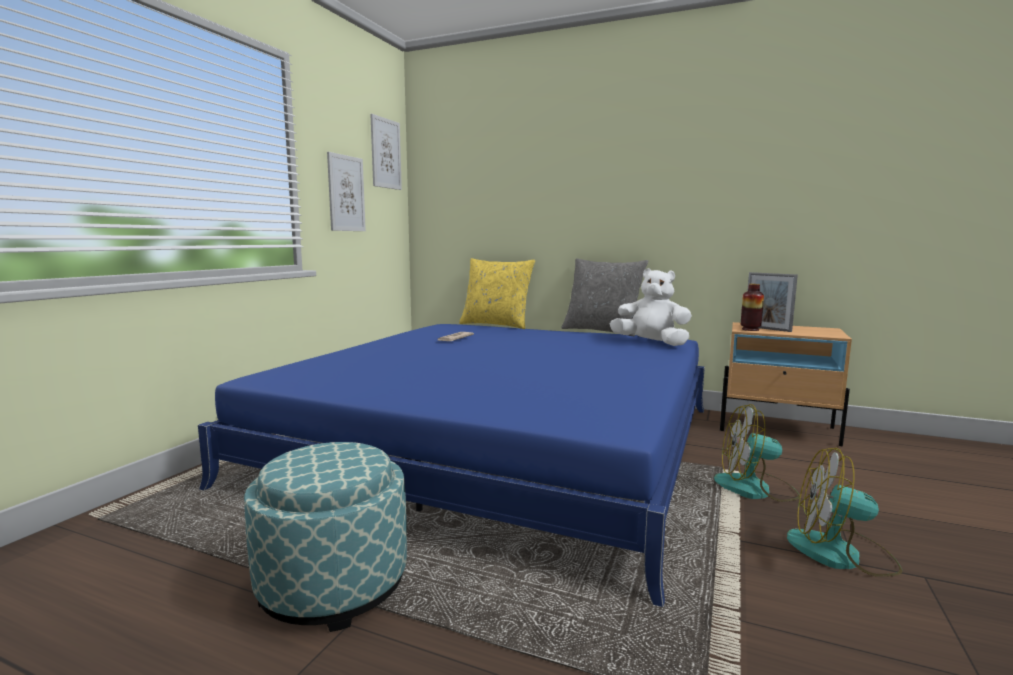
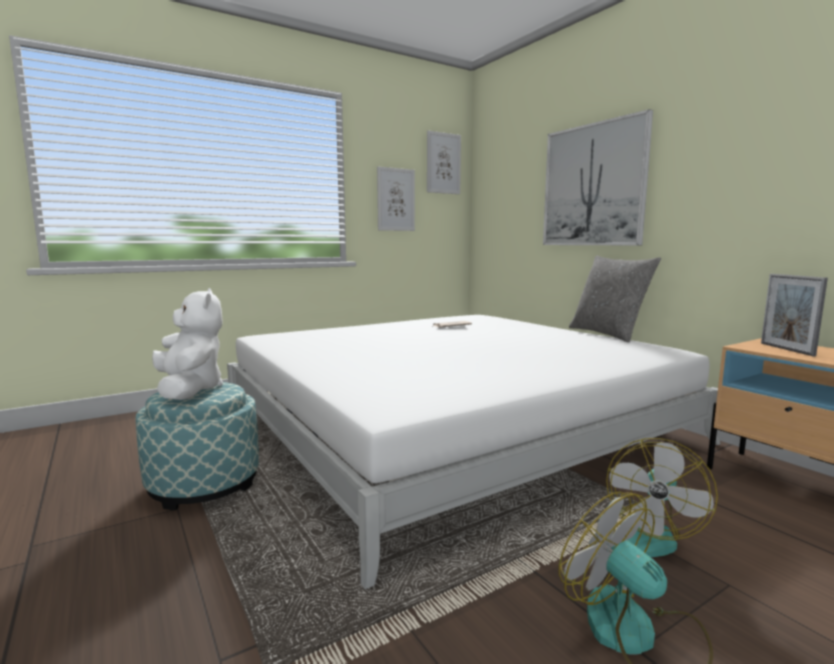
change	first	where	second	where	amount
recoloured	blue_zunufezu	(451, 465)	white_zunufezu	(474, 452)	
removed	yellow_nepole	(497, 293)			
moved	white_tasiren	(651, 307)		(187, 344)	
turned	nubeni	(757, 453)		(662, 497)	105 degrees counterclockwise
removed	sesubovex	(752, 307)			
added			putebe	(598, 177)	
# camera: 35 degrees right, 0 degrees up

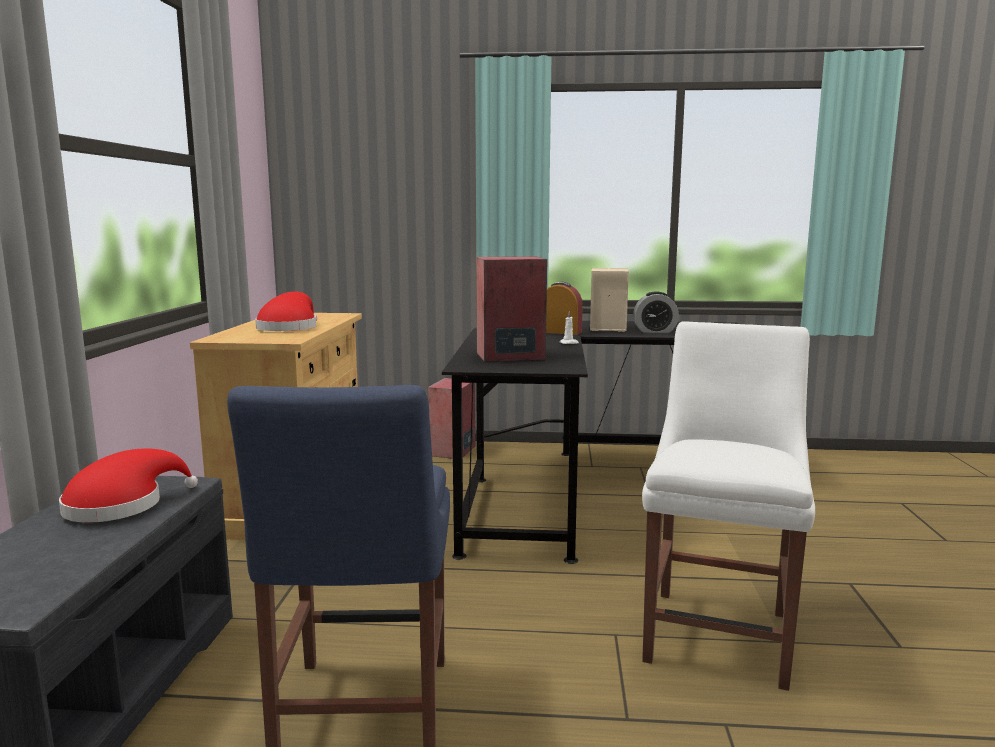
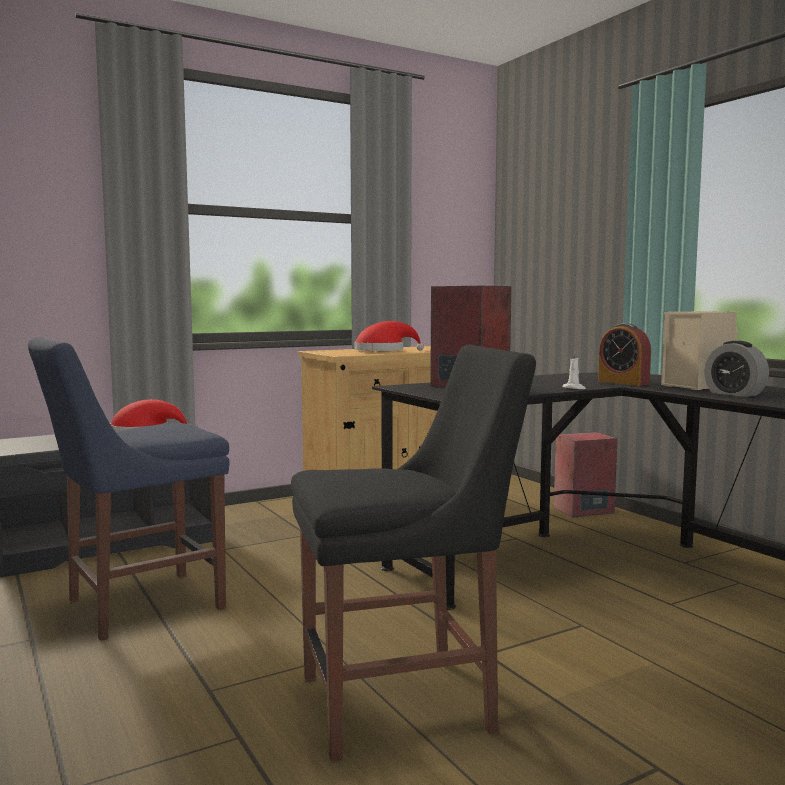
change	first	where	second	where	amount
turned	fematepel	(564, 308)		(624, 354)	150 degrees clockwise
recoloured	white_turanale	(728, 506)	black_turanale	(413, 553)	
# camera: 55 degrees right, 5 degrees down

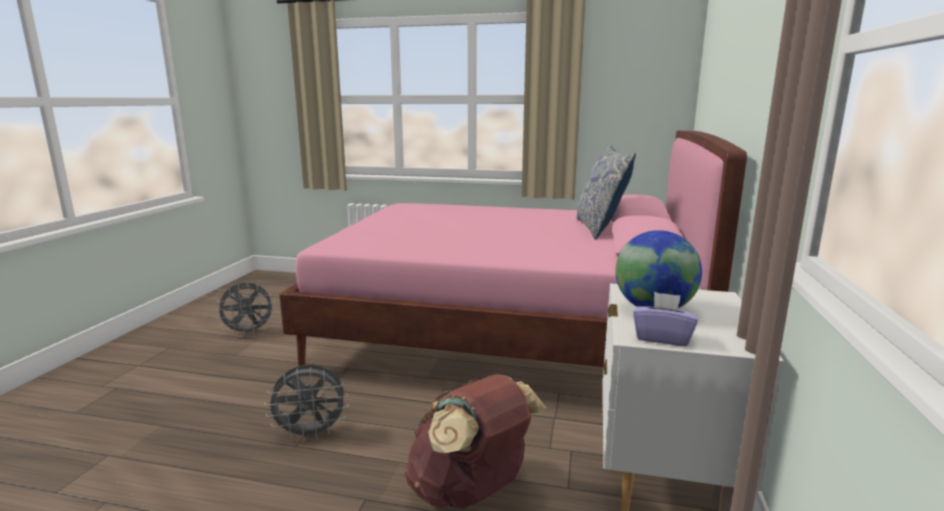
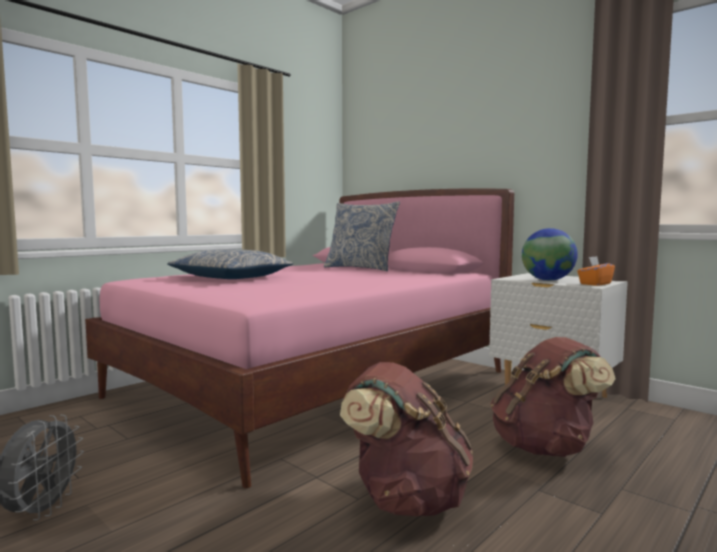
change	first	where	second	where	amount
replaced	grey_nubeni	(306, 403)	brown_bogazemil	(406, 439)	
recoloured	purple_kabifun	(665, 319)	orange_kabifun	(596, 271)	
added			nepole	(230, 264)	
# camera: 60 degrees left, 10 degrees down

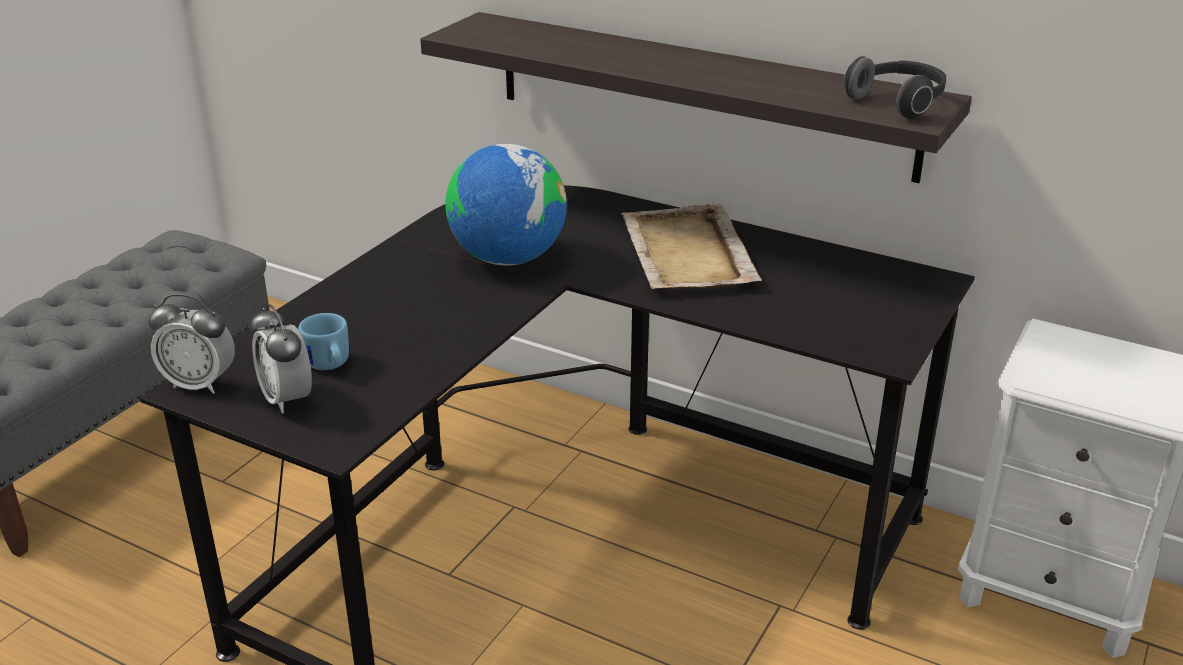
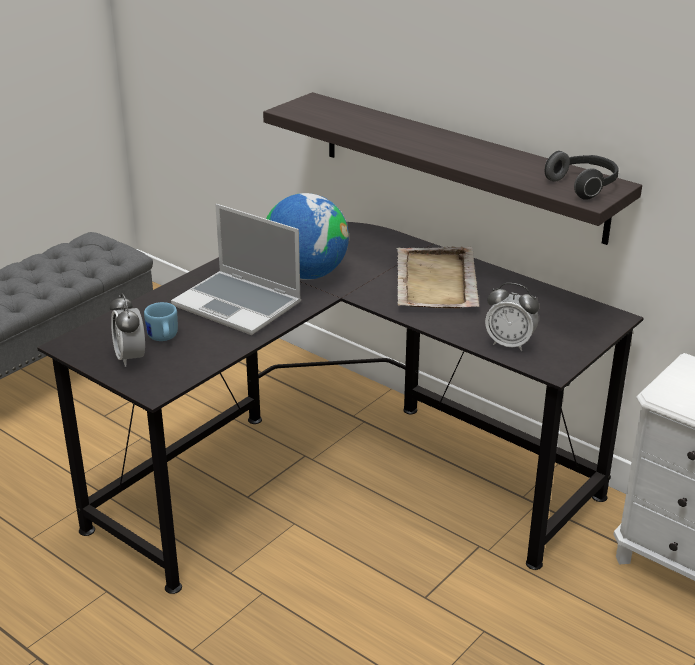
change	first	where	second	where	amount
moved	fematepel	(191, 344)		(512, 317)	
added			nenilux	(236, 269)	
# camera: 10 degrees right, 0 degrees up

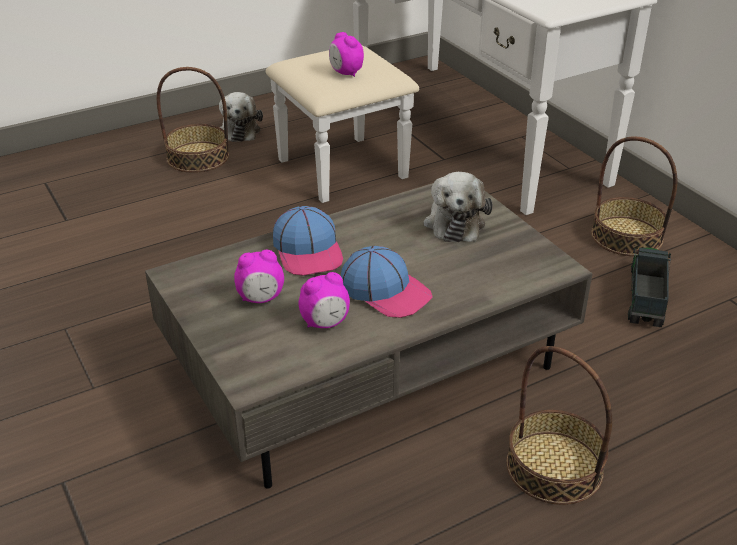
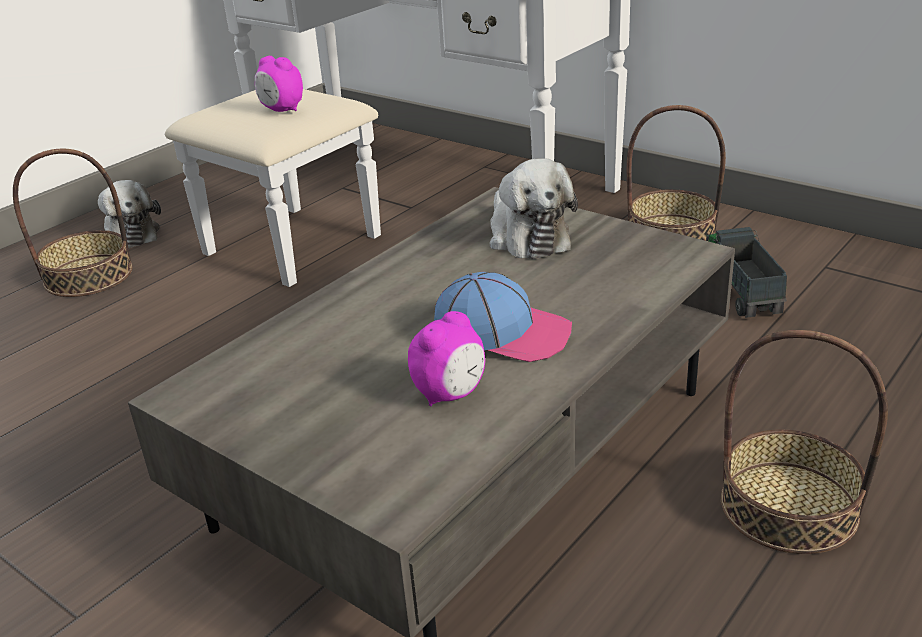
change	first	where	second	where	amount
removed	fematepel	(259, 276)			
removed	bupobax	(308, 241)			
# camera: 20 degrees left, 5 degrees down

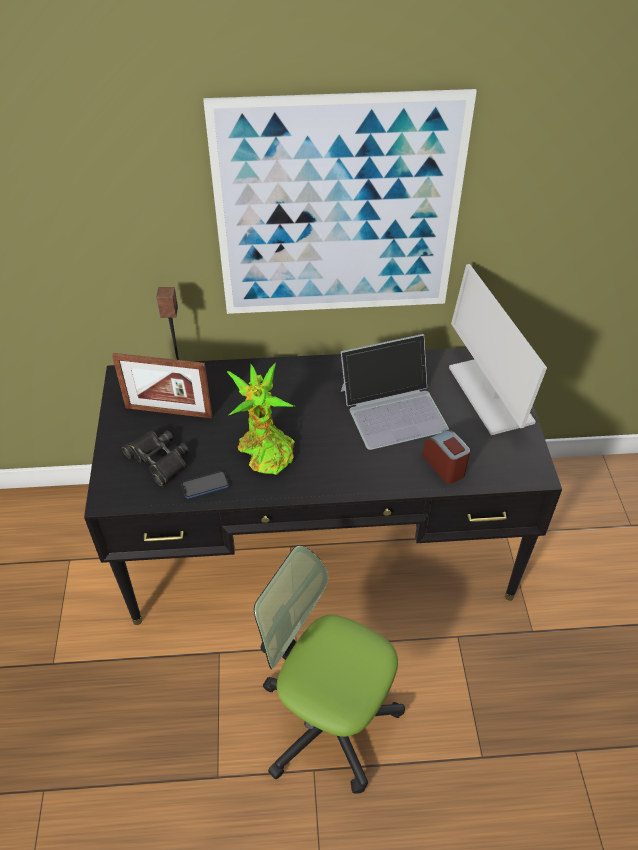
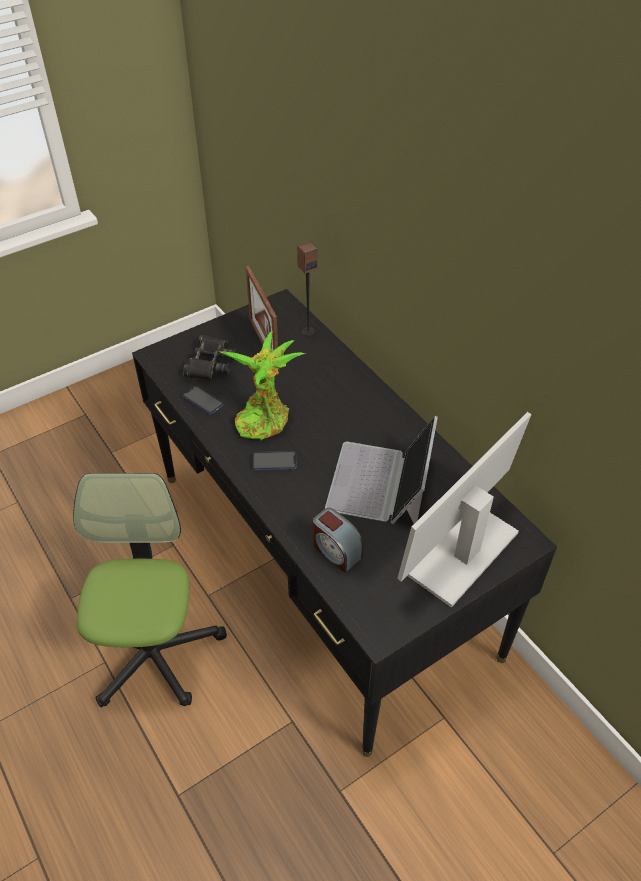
change	first	where	second	where	amount
removed	putebe	(340, 201)			
turned	nenilux	(395, 392)		(381, 470)	60 degrees clockwise
turned	fematepel	(446, 457)		(338, 540)	105 degrees clockwise
added			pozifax	(274, 460)	
# camera: 60 degrees right, 0 degrees up

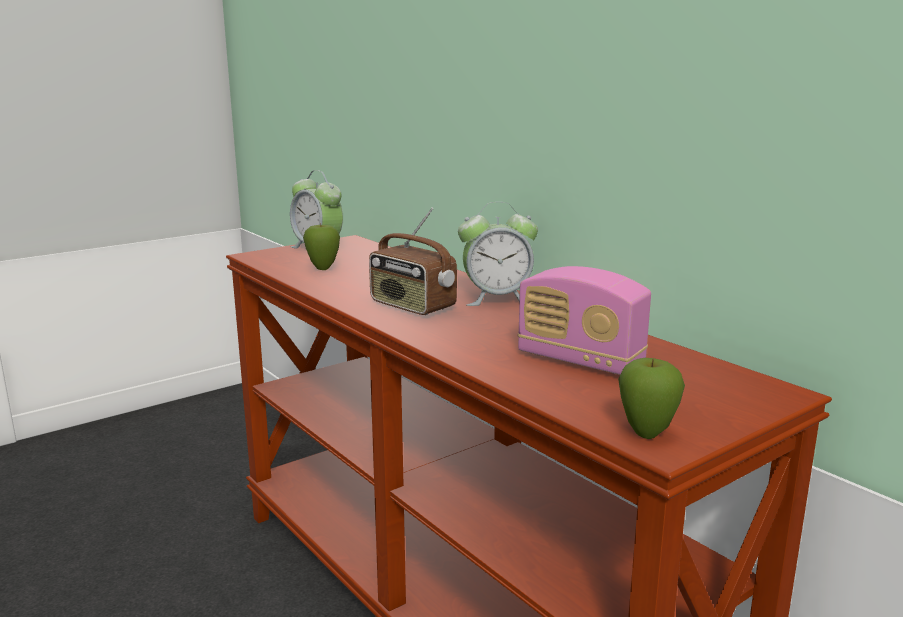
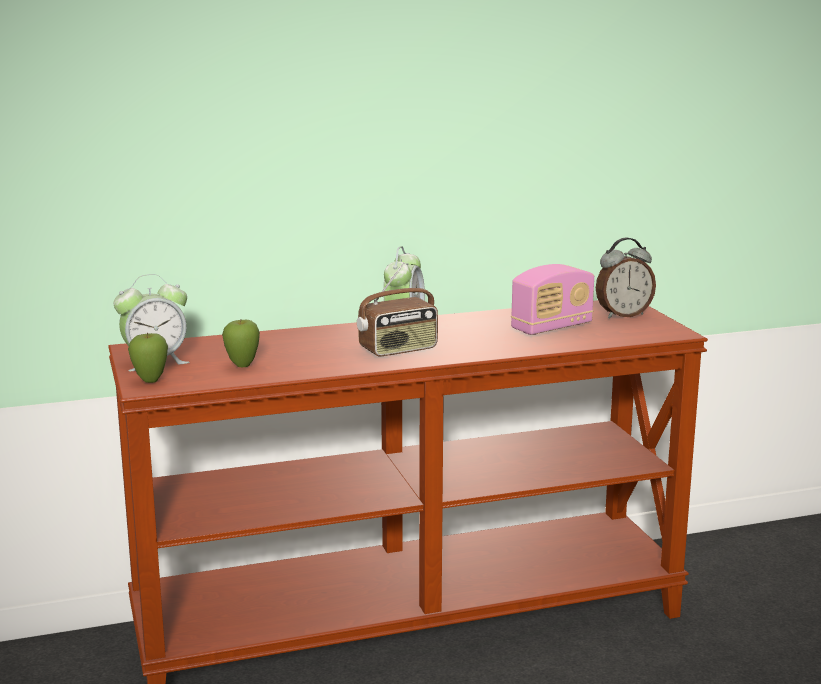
change	first	where	second	where	amount
moved	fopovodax	(651, 398)		(148, 357)	
added			fematepel	(626, 278)	
# camera: 70 degrees left, 0 degrees up

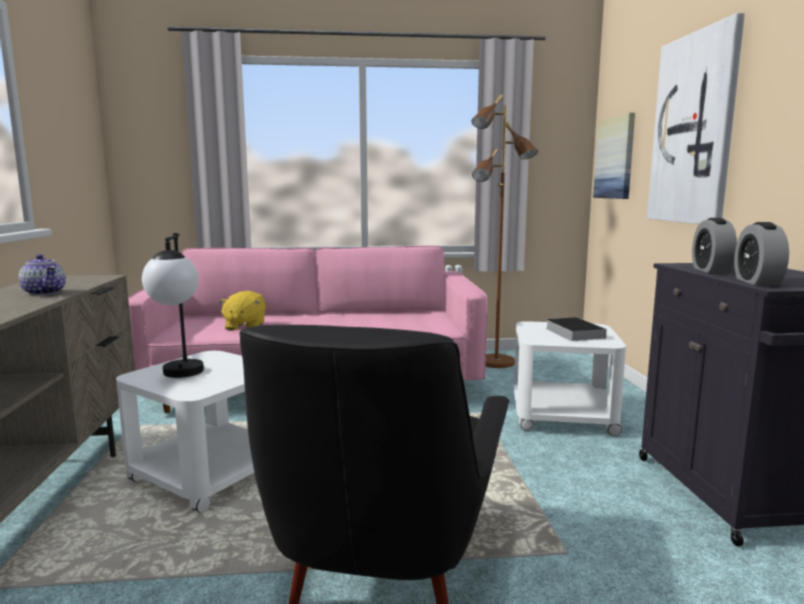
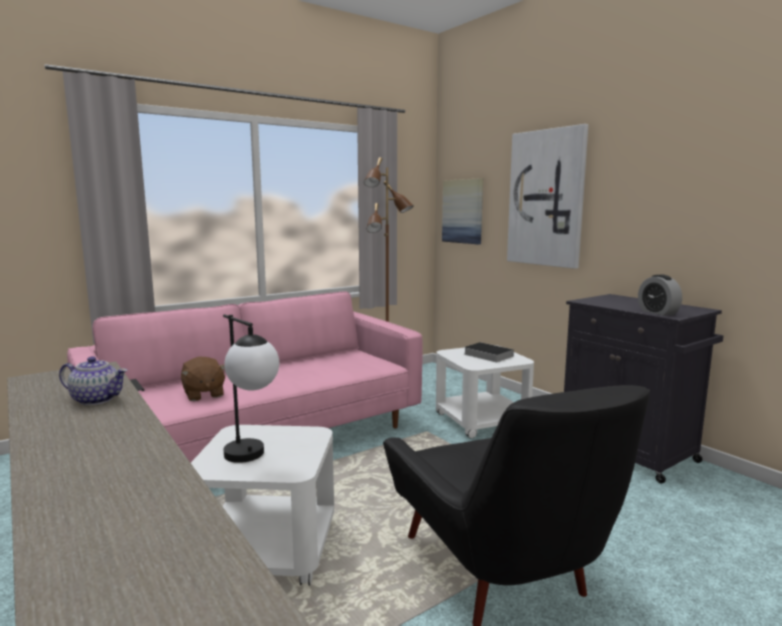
change	first	where	second	where	amount
recoloured	yellow_tasiren	(242, 311)	brown_tasiren	(203, 379)	
removed	fematepel	(714, 245)			
# camera: 30 degrees left, 0 degrees up

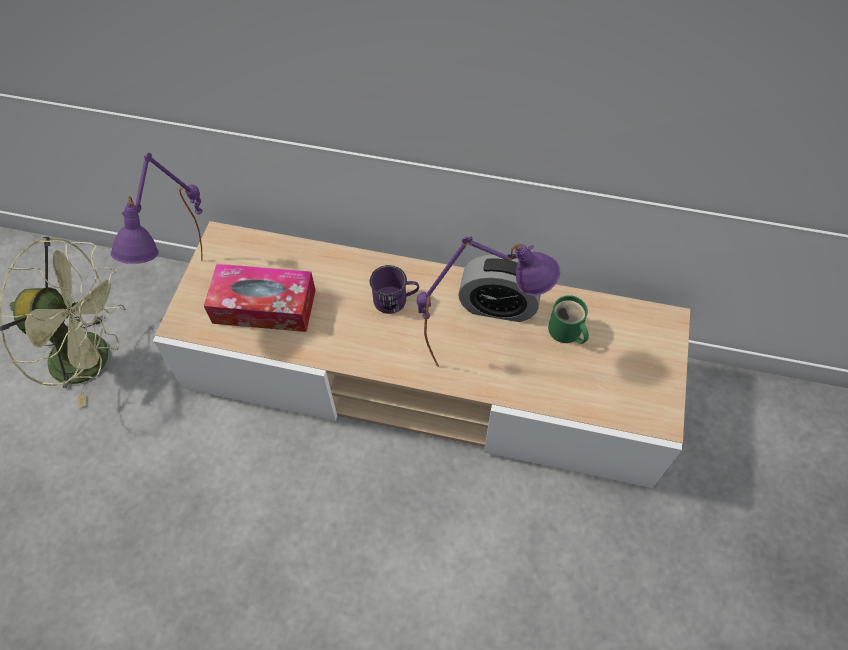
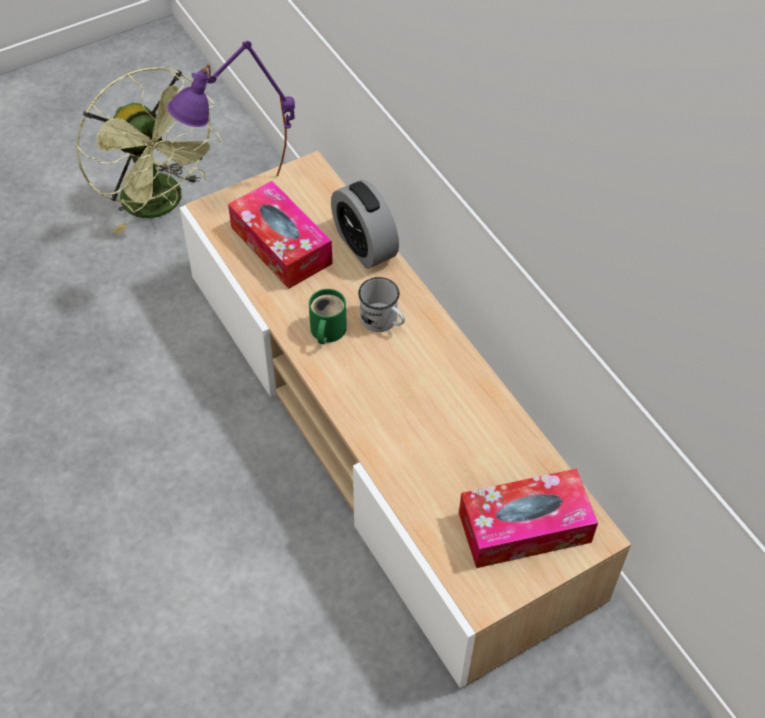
change	first	where	second	where	amount
recoloured	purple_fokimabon	(394, 289)	white_fokimabon	(381, 304)	
removed	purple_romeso	(488, 301)			
moved	fematepel	(499, 288)		(365, 224)	
moved	green_fokimabon	(568, 319)		(328, 316)	
added			kabifun	(528, 518)	
# camera: 45 degrees right, 5 degrees down

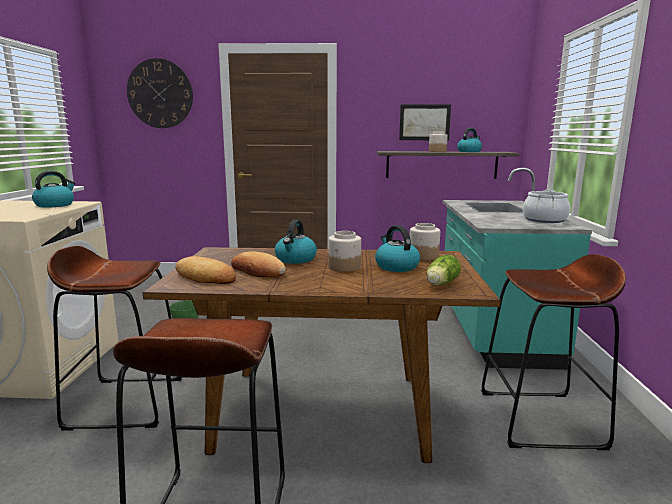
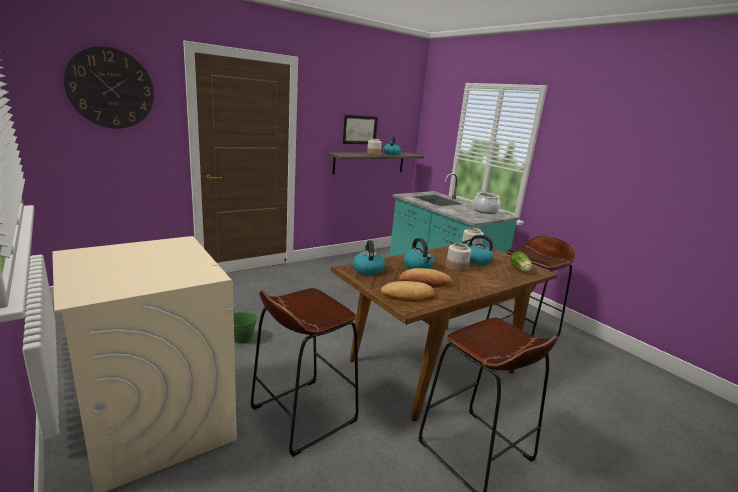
change	first	where	second	where	amount
moved	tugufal	(53, 189)		(369, 257)	
# camera: 40 degrees left, 5 degrees up

